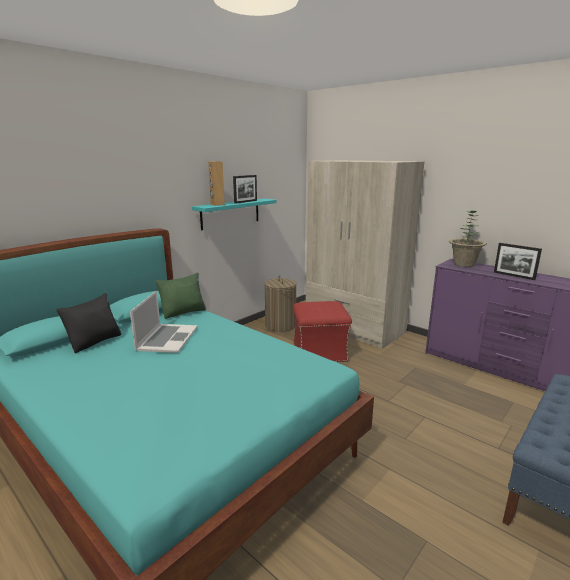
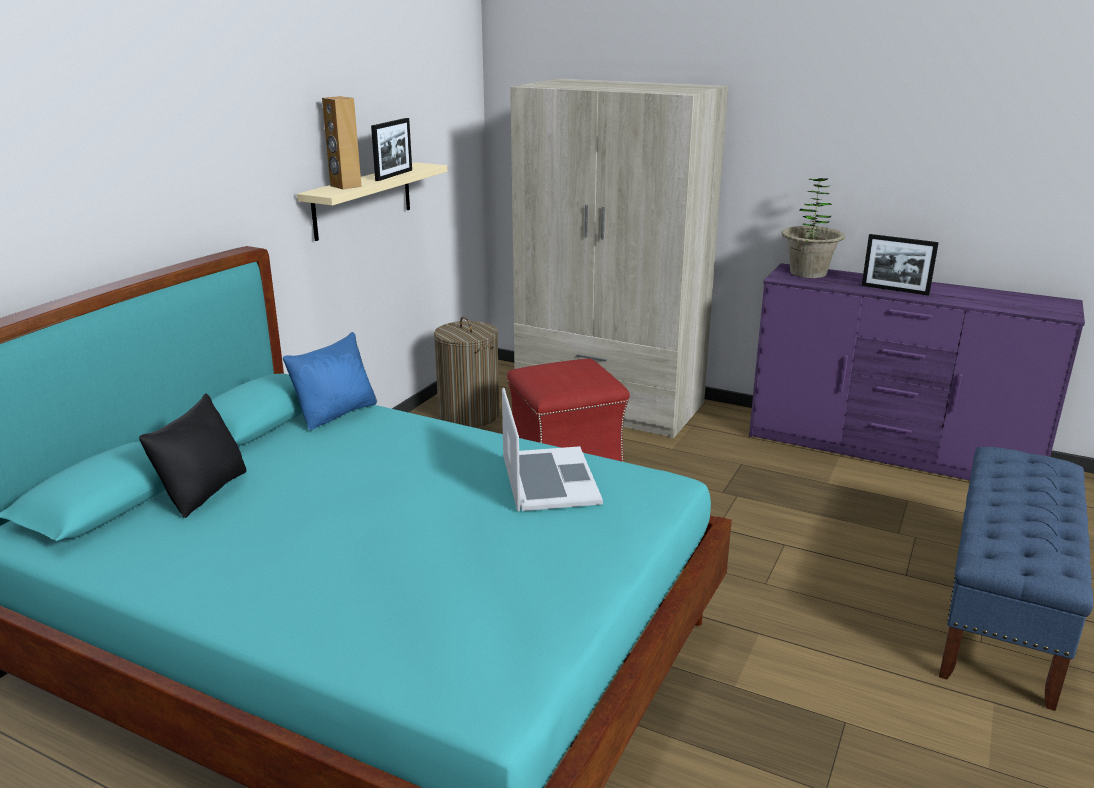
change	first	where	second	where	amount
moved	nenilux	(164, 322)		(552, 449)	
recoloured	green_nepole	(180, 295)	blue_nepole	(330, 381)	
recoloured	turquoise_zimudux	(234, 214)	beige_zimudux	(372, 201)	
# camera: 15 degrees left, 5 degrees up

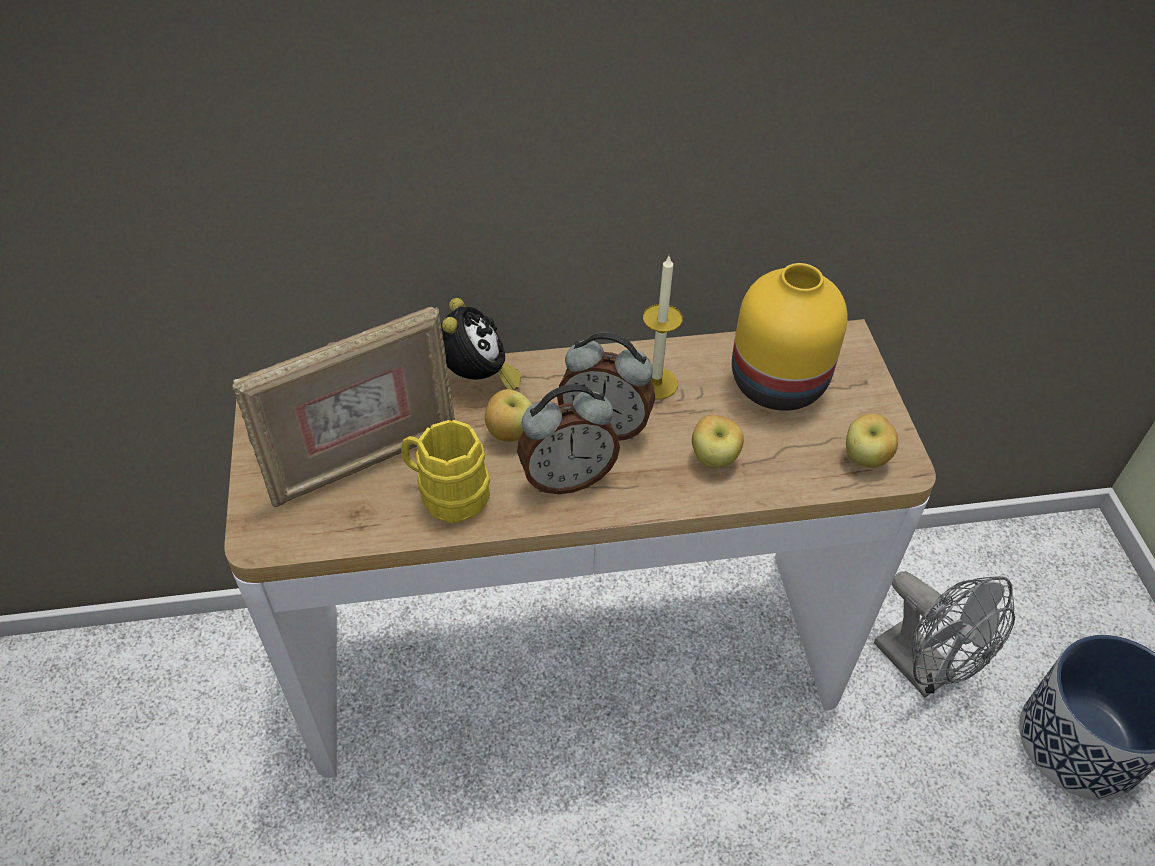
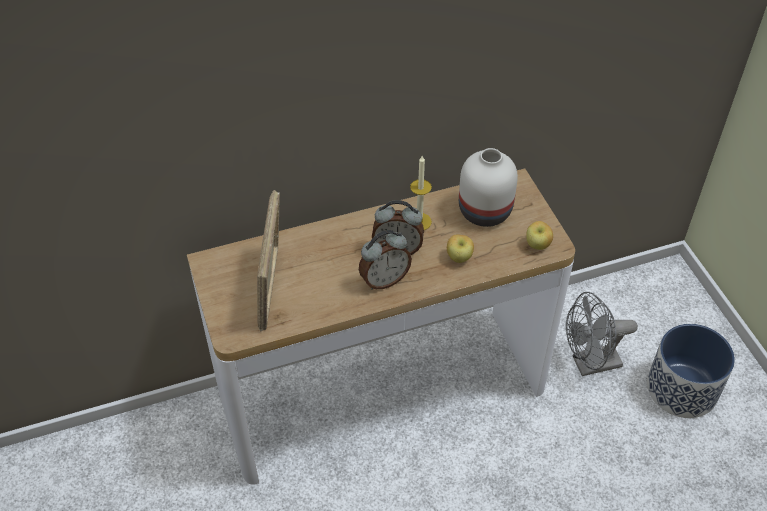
change	first	where	second	where	amount
turned	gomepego	(343, 407)		(268, 261)	135 degrees clockwise
removed	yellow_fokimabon	(445, 471)			
removed	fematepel	(481, 344)			
removed	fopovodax	(508, 415)			
recoloured	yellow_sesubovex	(790, 337)	white_sesubovex	(488, 187)	
turned	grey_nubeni	(944, 635)		(602, 334)	120 degrees clockwise
# camera: 10 degrees left, 0 degrees up

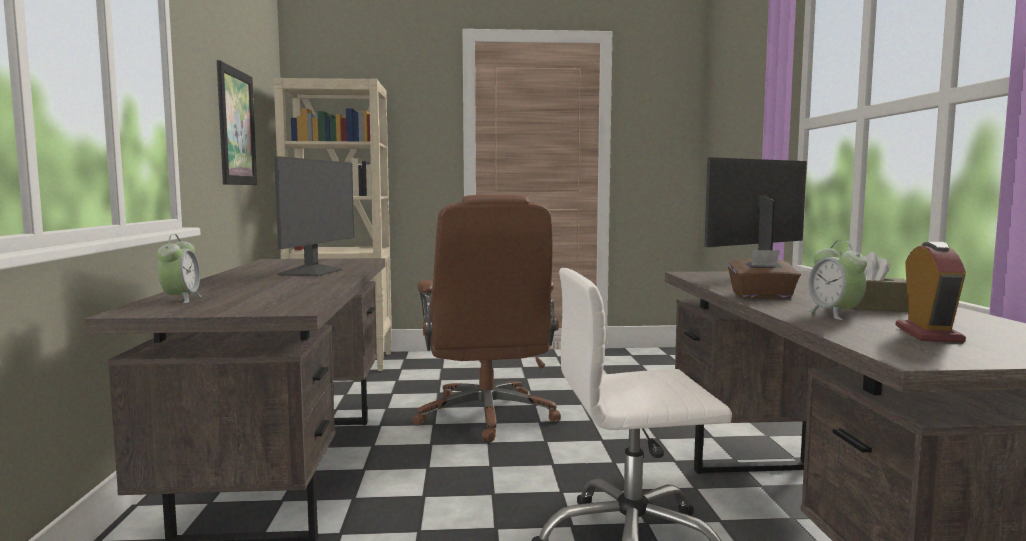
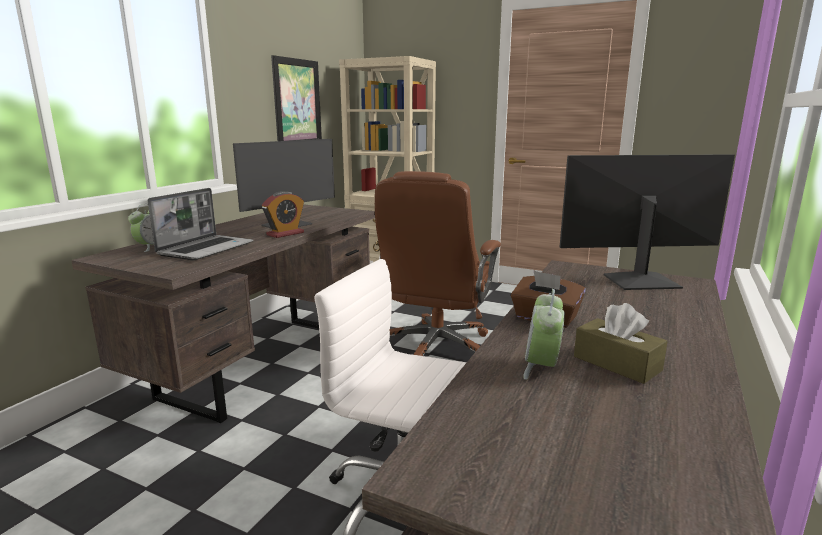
change	first	where	second	where	amount
moved	fematepel	(931, 292)		(283, 214)	
added			nenilux	(201, 224)	
# camera: 30 degrees right, 10 degrees up

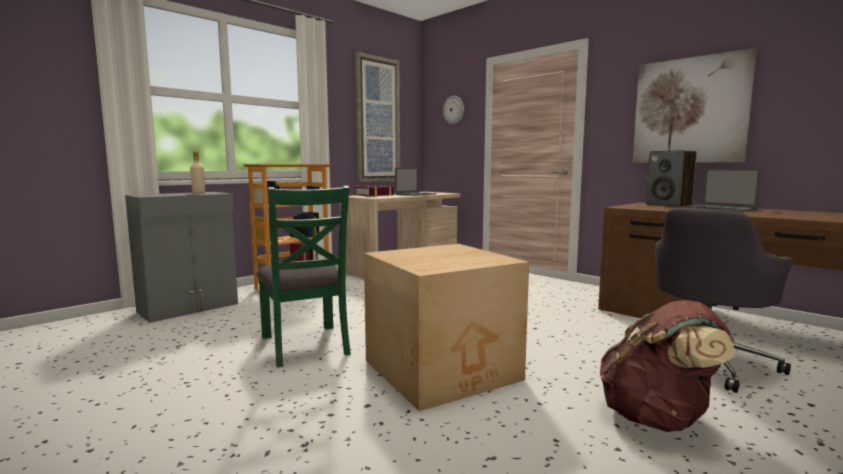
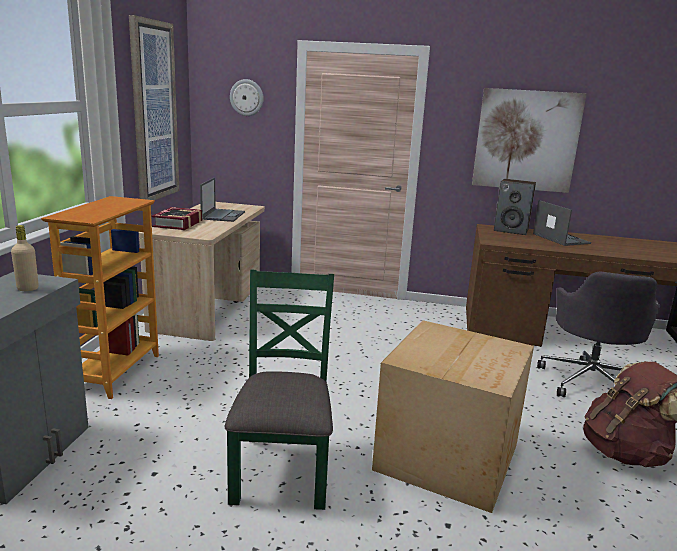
change	first	where	second	where	amount
turned	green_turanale	(304, 277)		(279, 390)	120 degrees counterclockwise
turned	nenilux	(722, 190)		(562, 223)	135 degrees counterclockwise
# camera: 35 degrees left, 10 degrees up

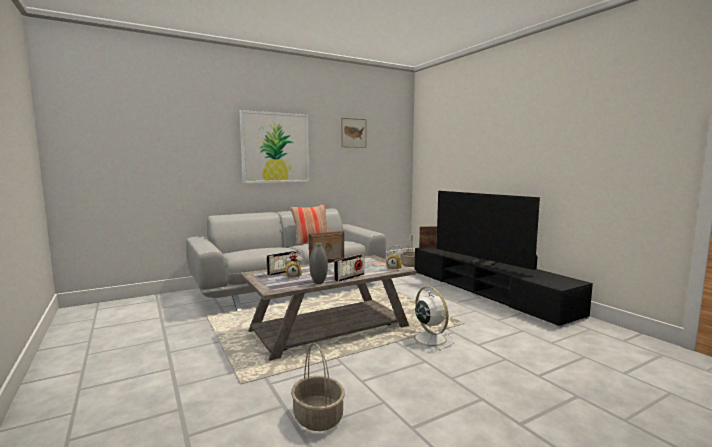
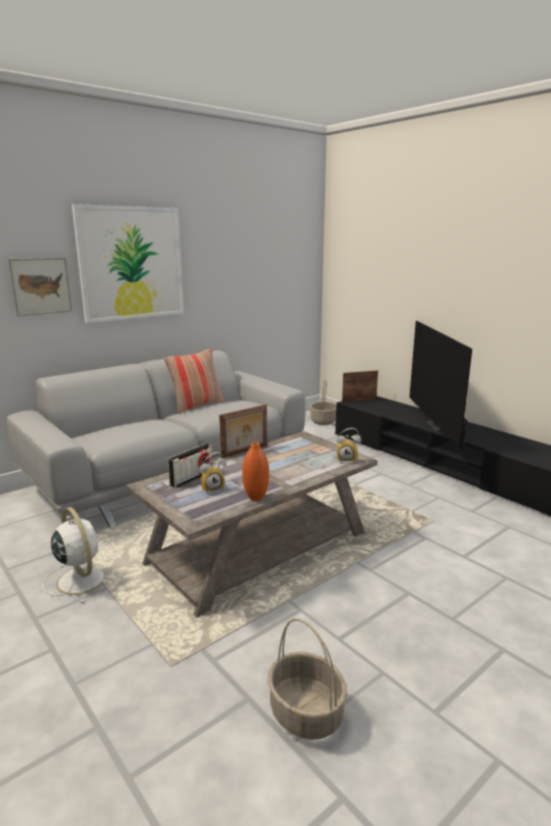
change	first	where	second	where	amount
recoloured	grey_sesubovex	(318, 263)	orange_sesubovex	(255, 471)	
removed	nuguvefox	(349, 268)			
moved	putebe	(354, 133)		(40, 286)	
moved	white_nubeni	(430, 318)		(79, 555)	
turned	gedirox	(488, 230)		(440, 384)	45 degrees clockwise
# camera: 10 degrees left, 10 degrees up

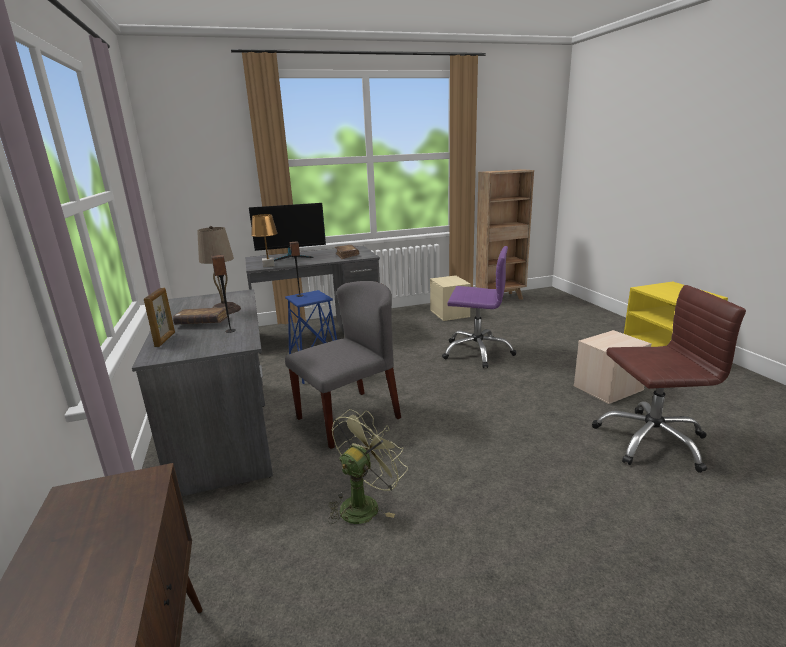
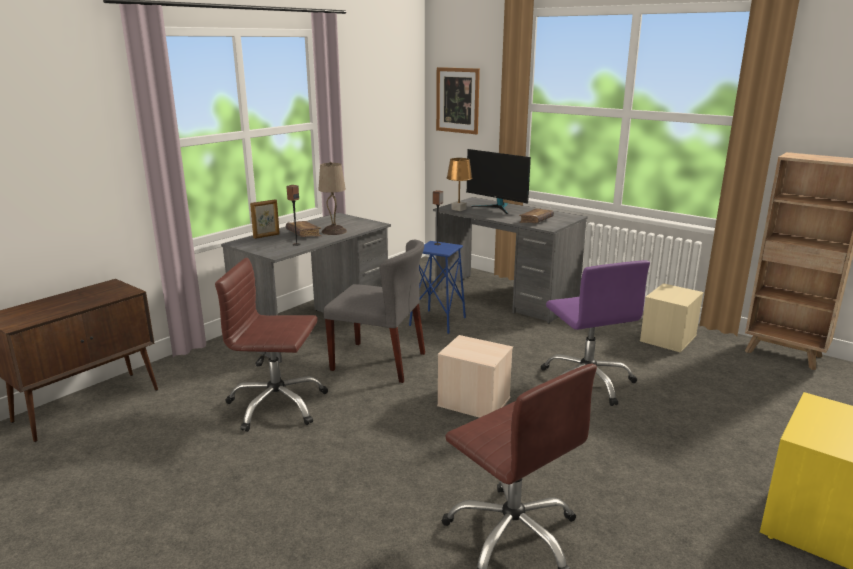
change	first	where	second	where	amount
replaced	green_nubeni	(368, 466)	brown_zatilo	(271, 345)	
moved	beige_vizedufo	(613, 367)		(475, 376)	
added			putebe	(458, 100)	
# camera: 55 degrees right, 0 degrees up

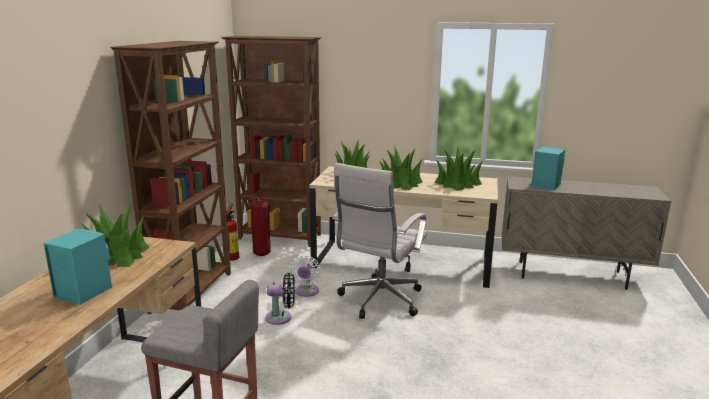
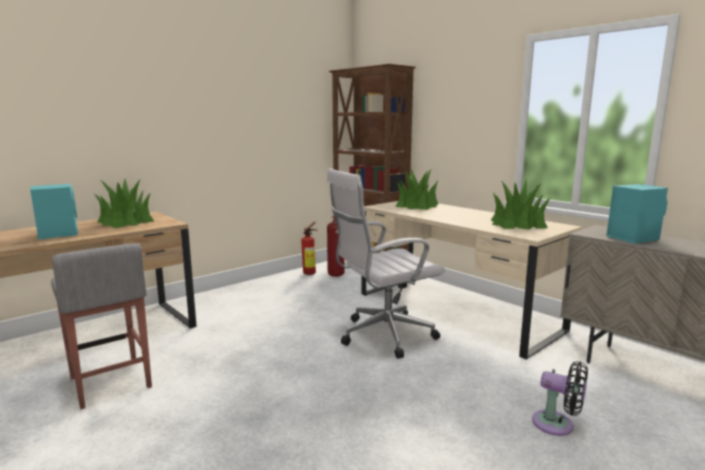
change	first	where	second	where	amount
removed	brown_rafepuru	(170, 177)			
moved	black_nubeni	(280, 299)		(560, 398)	
removed	white_nubeni	(305, 276)			
removed	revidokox	(401, 168)			
# camera: 35 degrees right, 5 degrees down

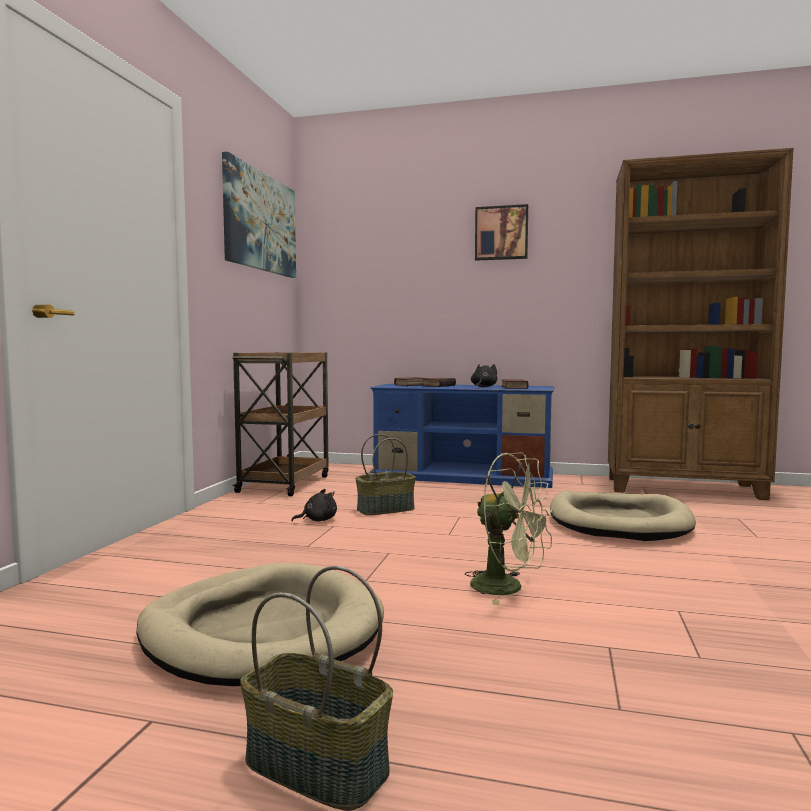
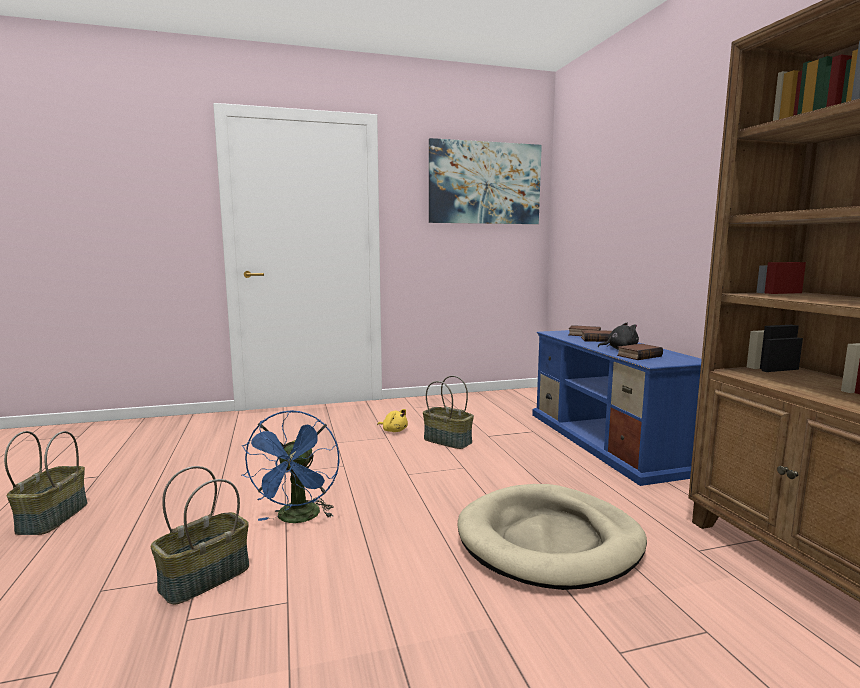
change	first	where	second	where	amount
removed	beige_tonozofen	(260, 624)			
removed	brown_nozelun	(280, 424)			
recoloured	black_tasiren	(314, 505)	yellow_tasiren	(392, 420)	
recoloured	green_nubeni	(509, 528)	blue_nubeni	(290, 466)	
removed	putebe	(501, 232)			
added			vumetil	(200, 535)	
# camera: 60 degrees right, 5 degrees up

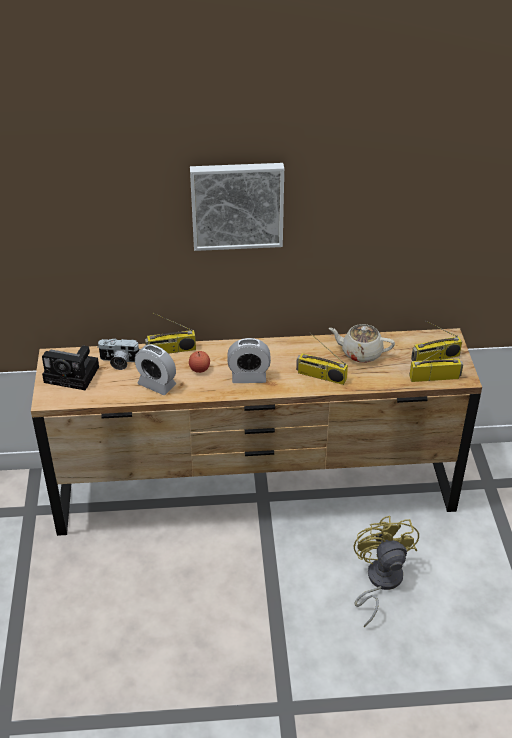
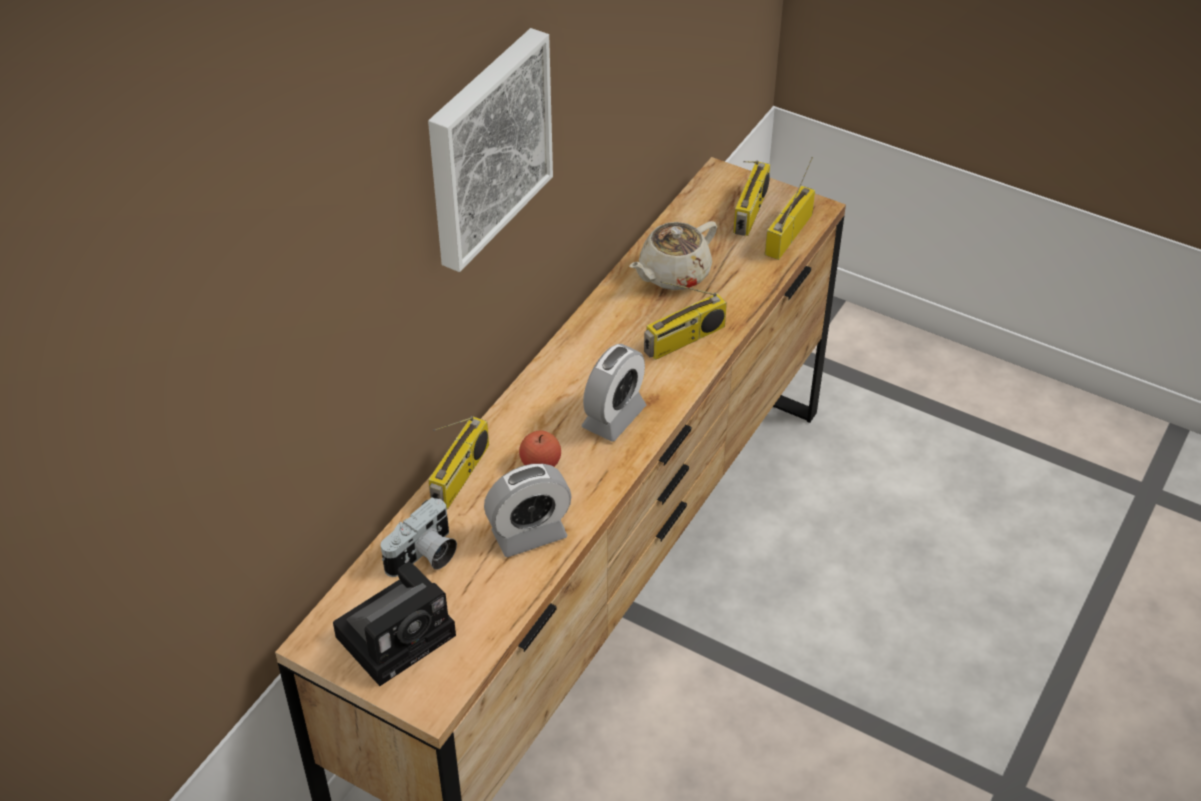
change	first	where	second	where	amount
removed	yellow_nubeni	(386, 571)			
# camera: 55 degrees left, 5 degrees up

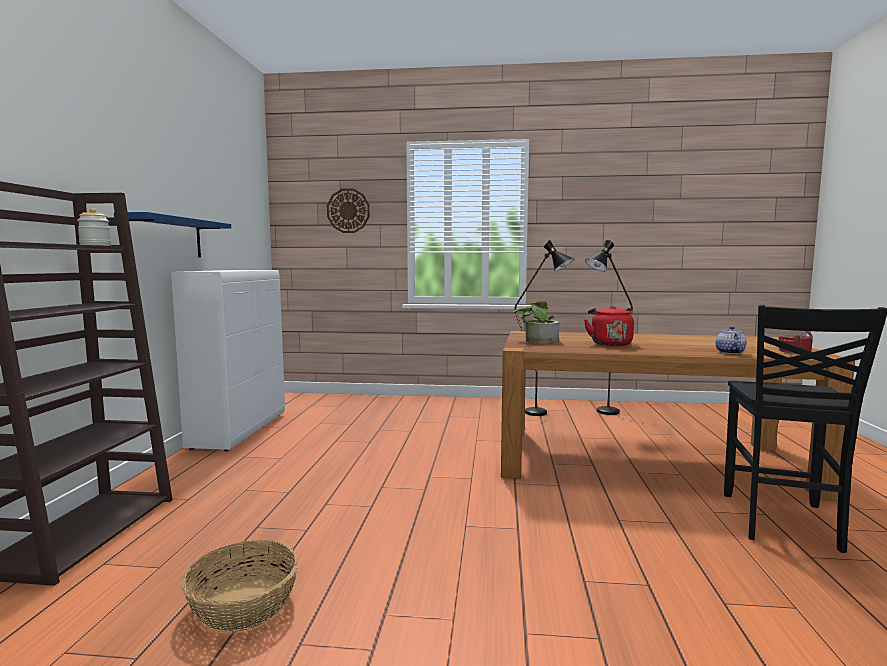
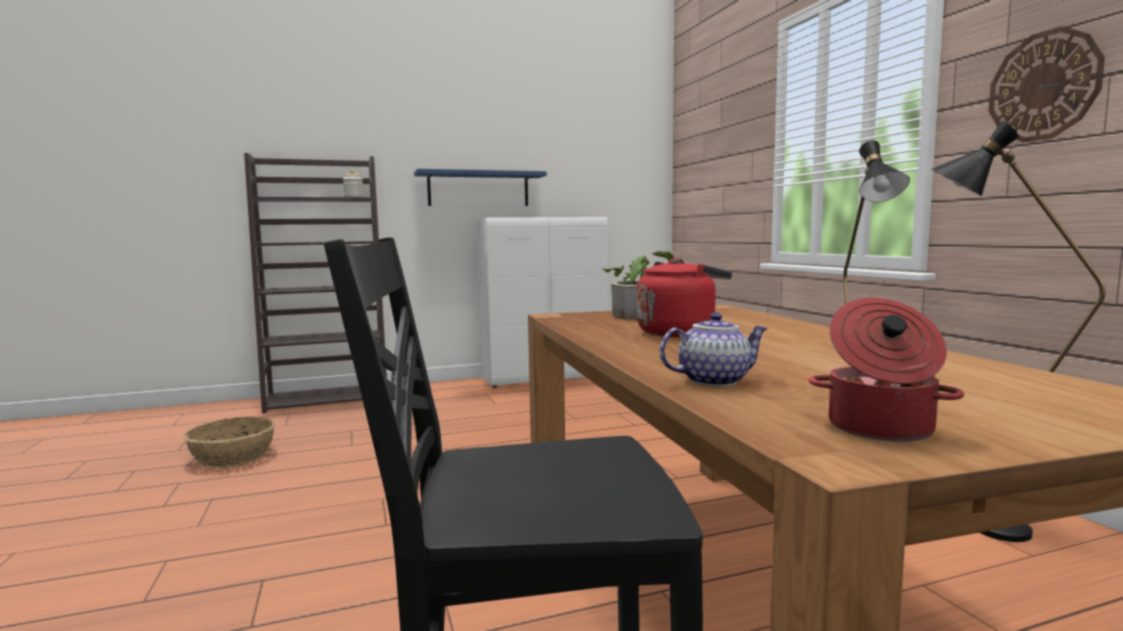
change	first	where	second	where	amount
moved	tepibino	(348, 210)		(1047, 84)	
# camera: 65 degrees right, 0 degrees up

